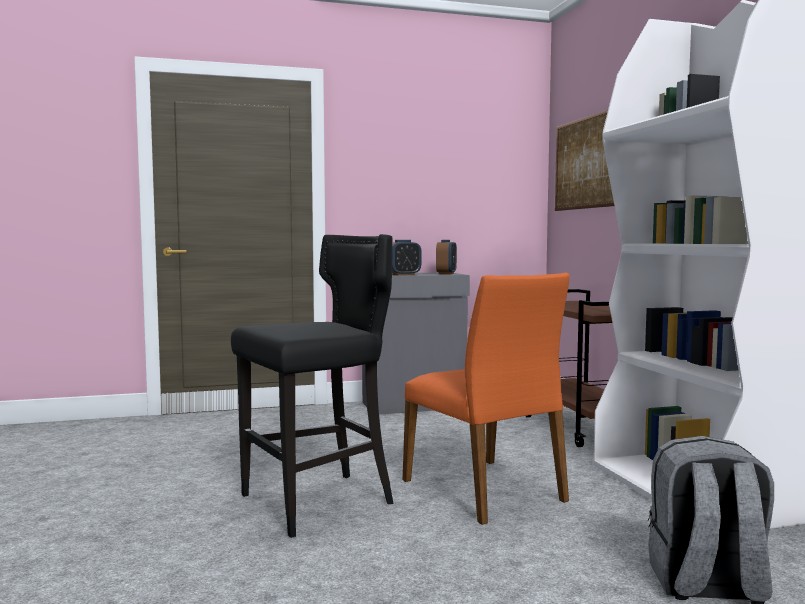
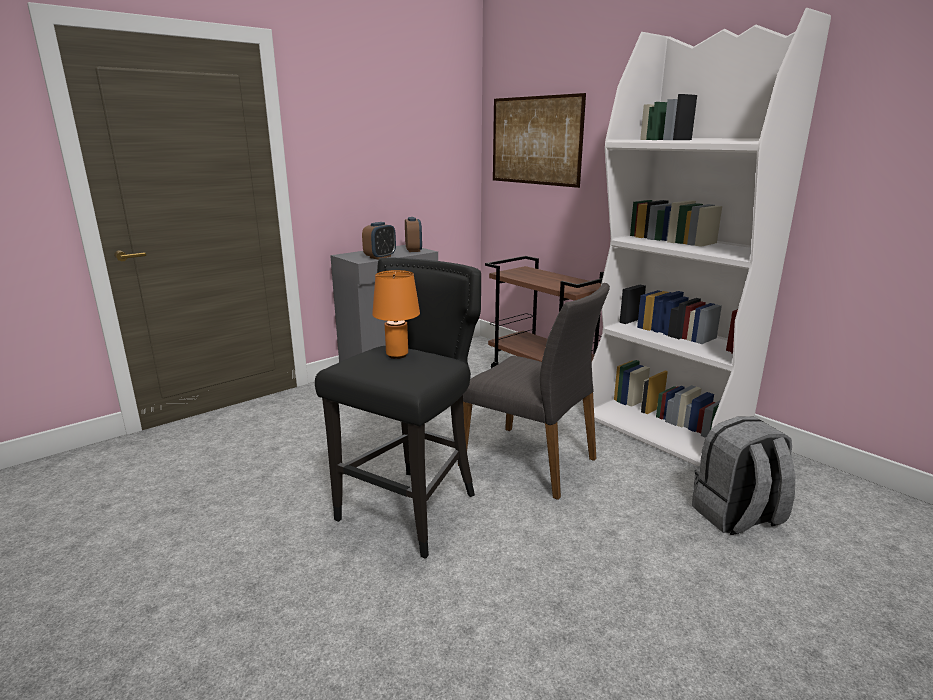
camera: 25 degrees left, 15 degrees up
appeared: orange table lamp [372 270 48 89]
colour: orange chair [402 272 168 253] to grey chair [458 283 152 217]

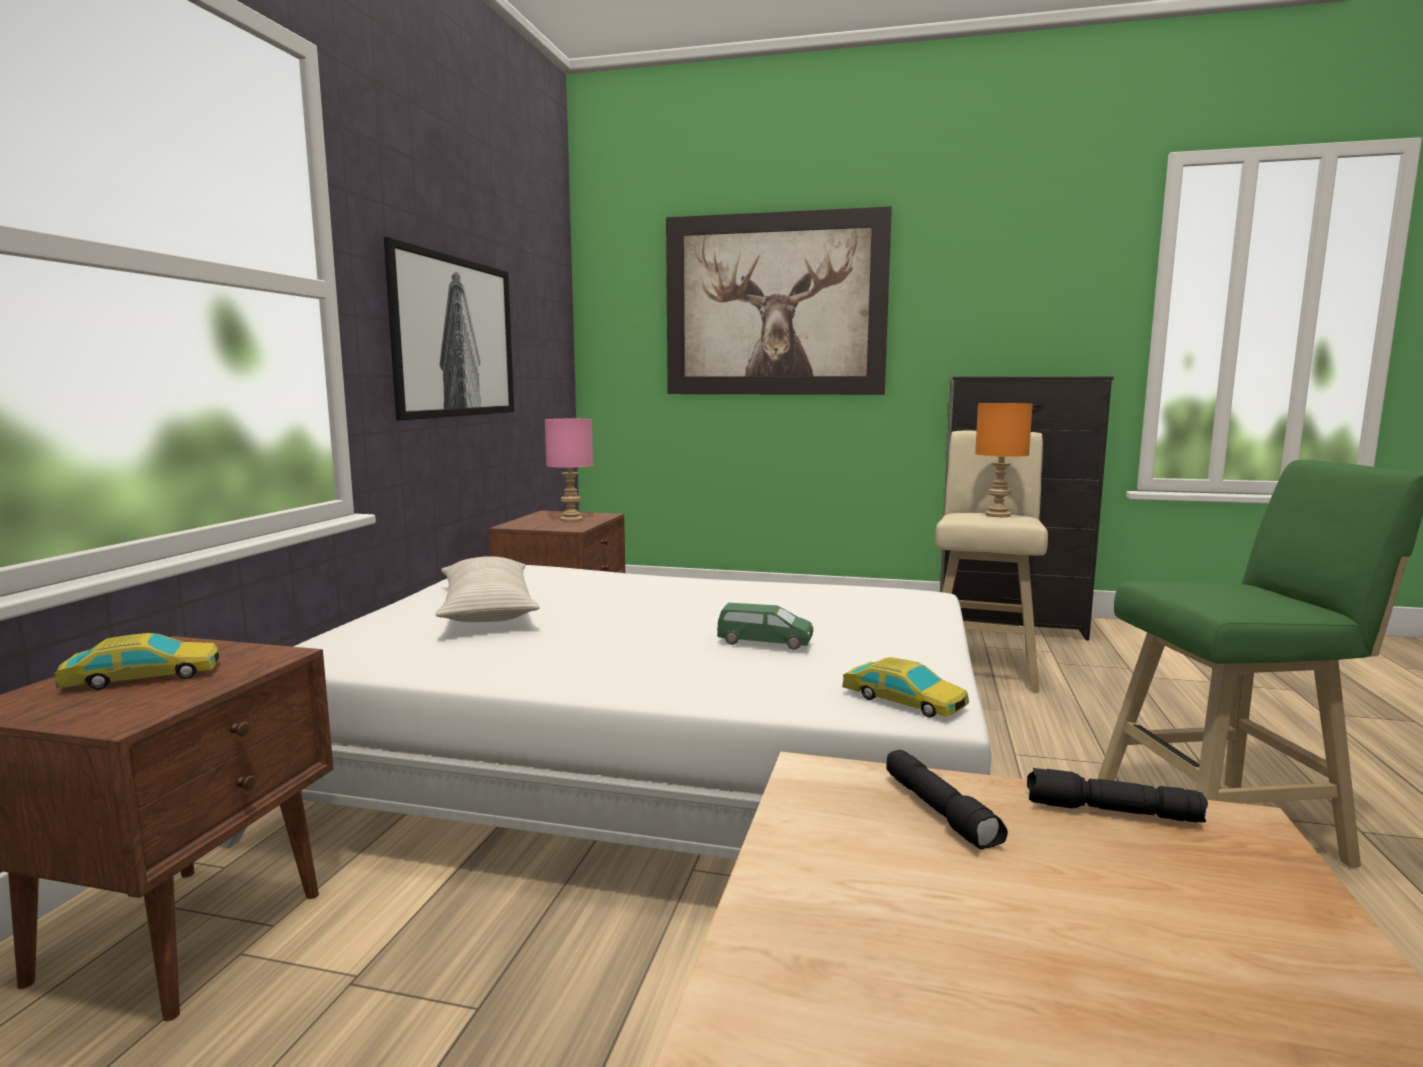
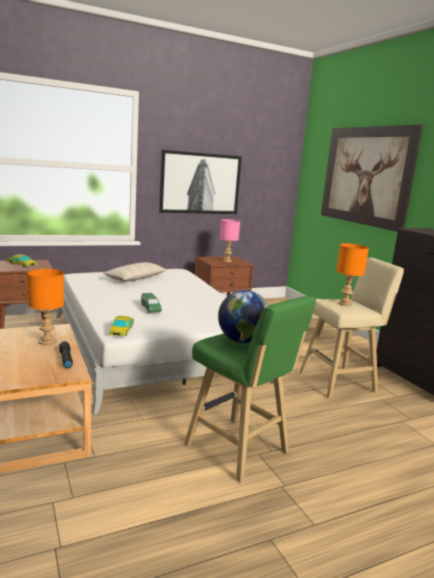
camera: 50 degrees right, 5 degrees up
appeared: globe [218 290 51 53]
exchanged: black flashlight [886 750 122 100] to orange table lamp [27 269 37 76]

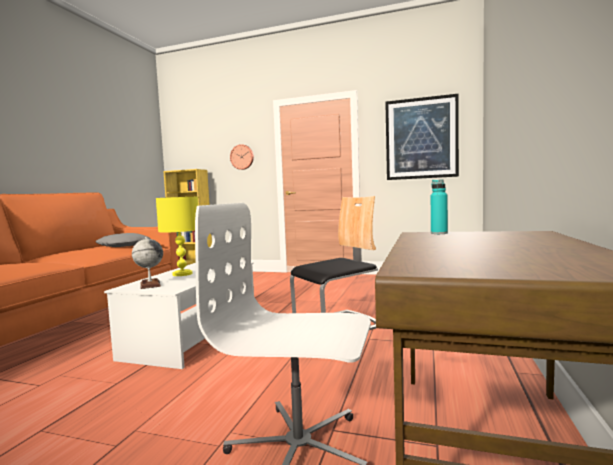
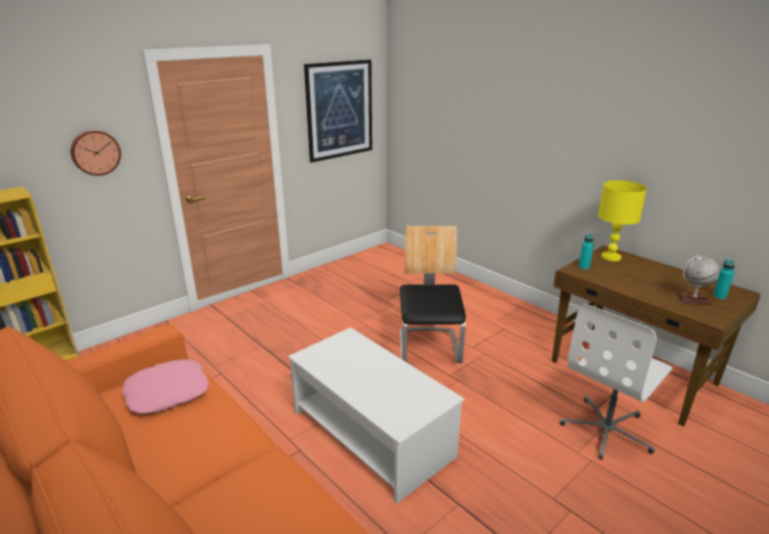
camera: 60 degrees left, 20 degrees up
appeared: turquoise bottle [713 260 22 40]
relocated: globe [132 237 31 52] to [676 255 43 50]; yellow table lamp [156 197 42 79] to [598 180 49 81]
colour: grey pillow [95 233 56 14] to pink pillow [122 359 87 55]

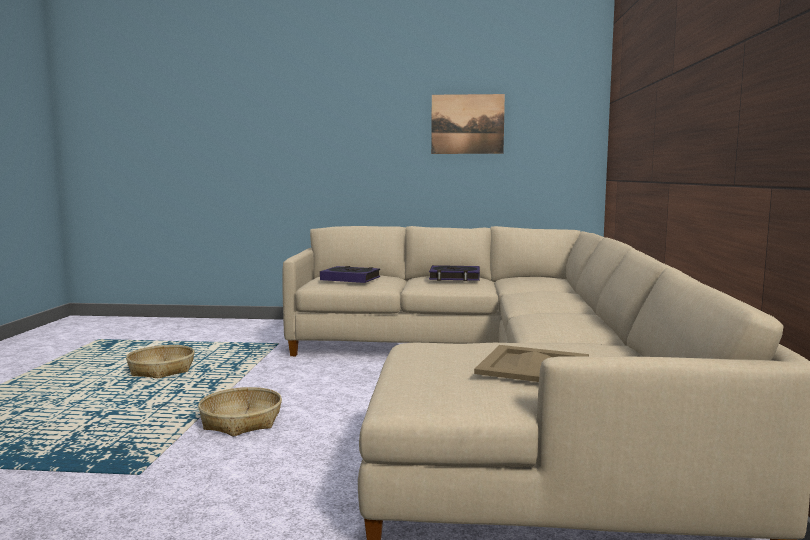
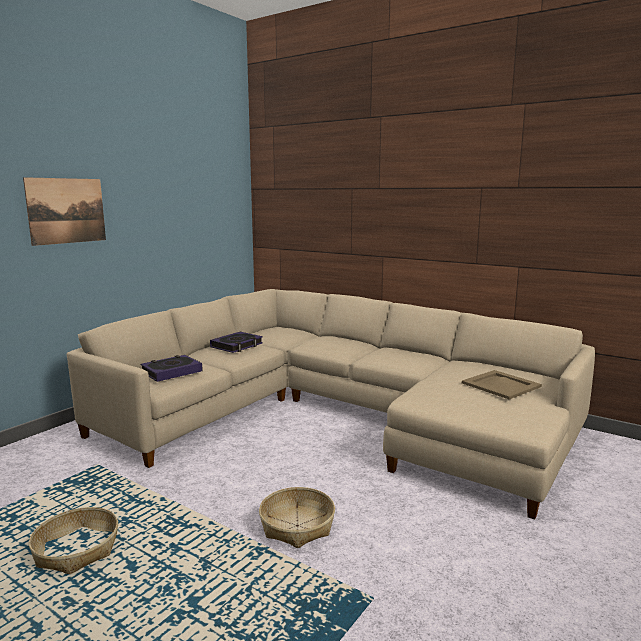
camera: 60 degrees left, 5 degrees up
relocated: picture [431 94 74 60] to [23 177 83 69]

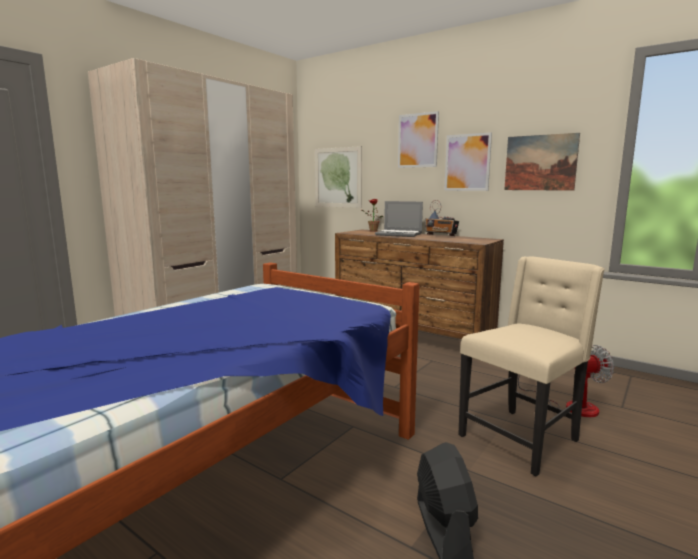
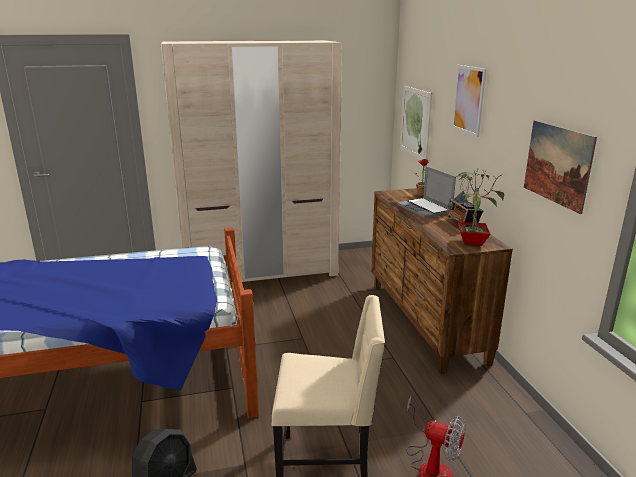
camera: 40 degrees right, 10 degrees up
missing: picture [444 132 48 59]
appeared: potted plant [454 168 50 78]

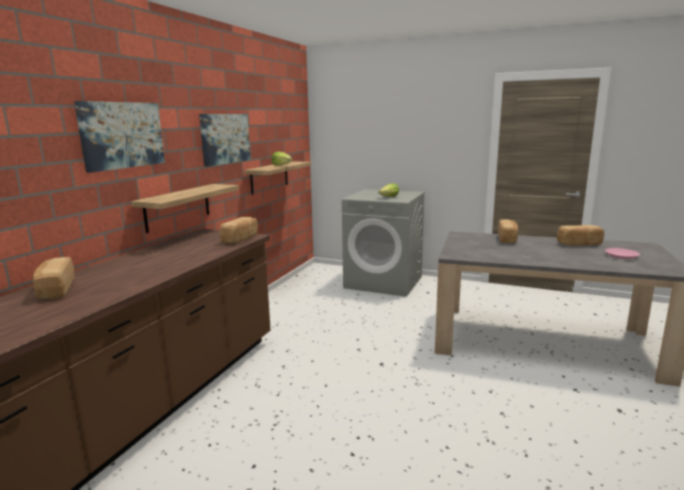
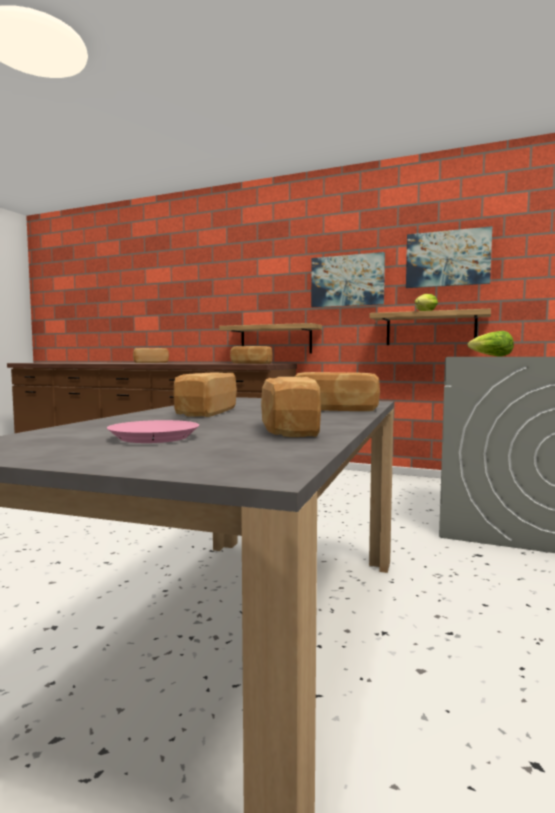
camera: 90 degrees right, 10 degrees down
appeared: bread [173 373 64 44]
relocated: picture [74 101 91 72] to [406 226 86 62]

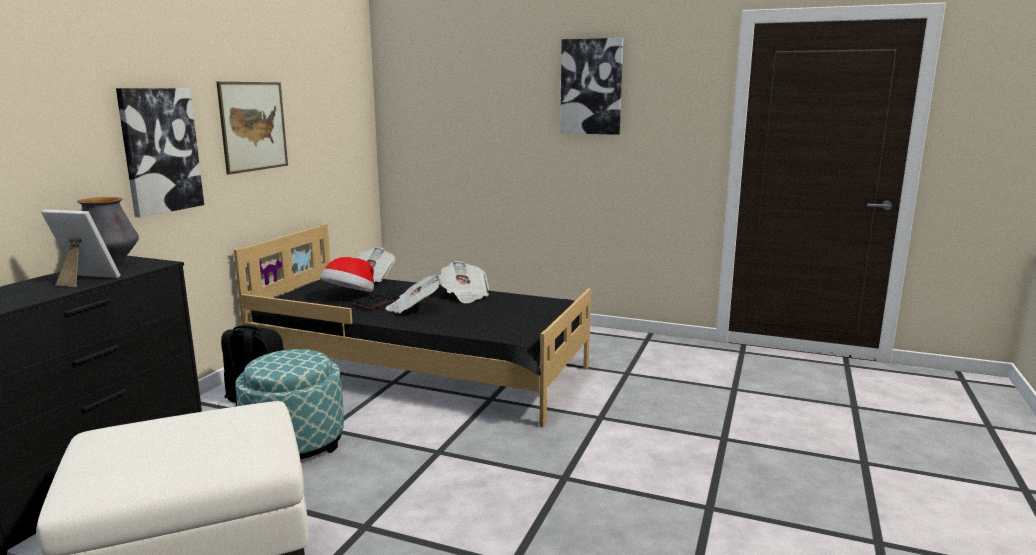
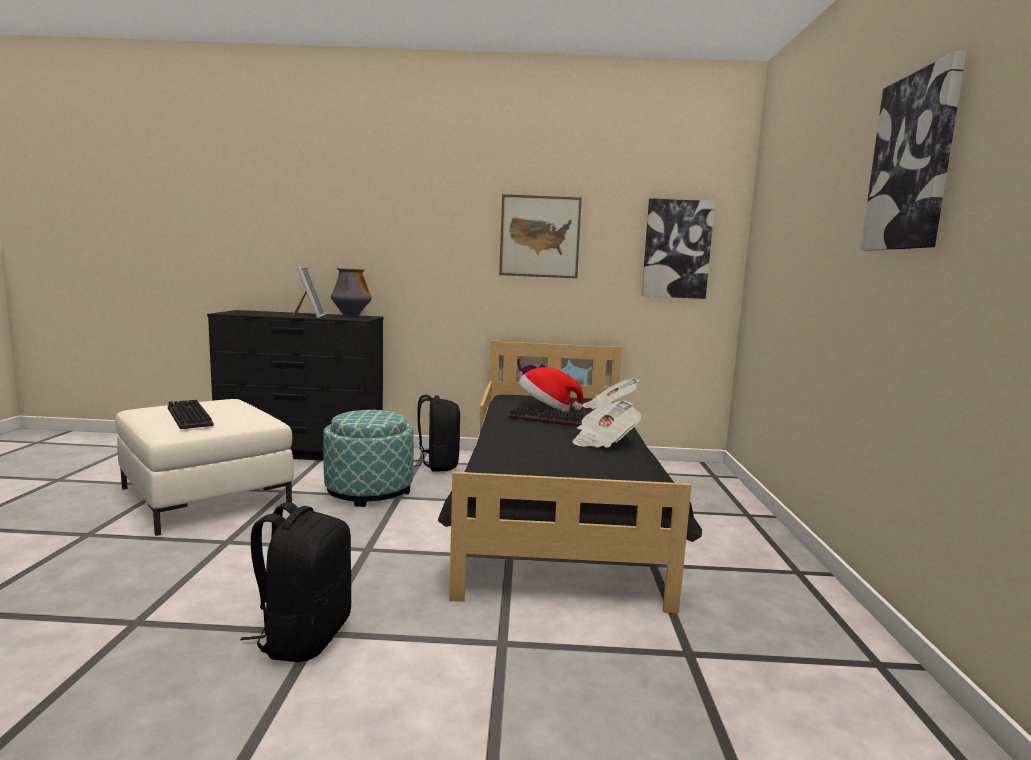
camera: 70 degrees right, 5 degrees down
missing: newspaper [386 275 56 39]
appeared: keyboard [168 400 46 29]; black backpack [240 502 112 160]
relocated: picture [116 88 88 130] to [642 198 73 101]

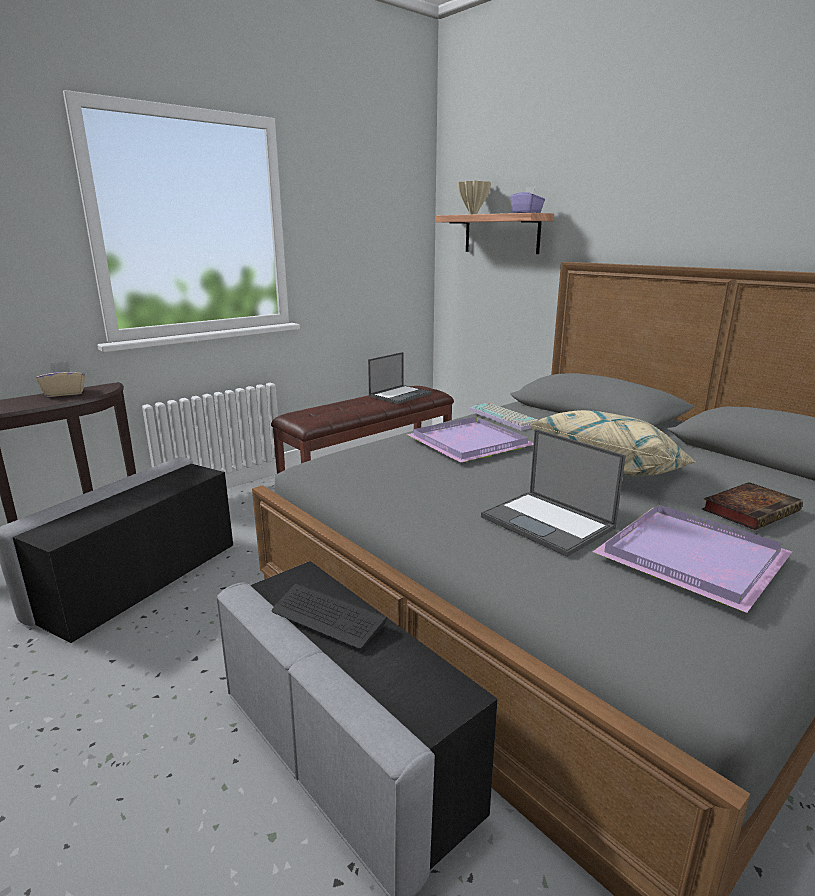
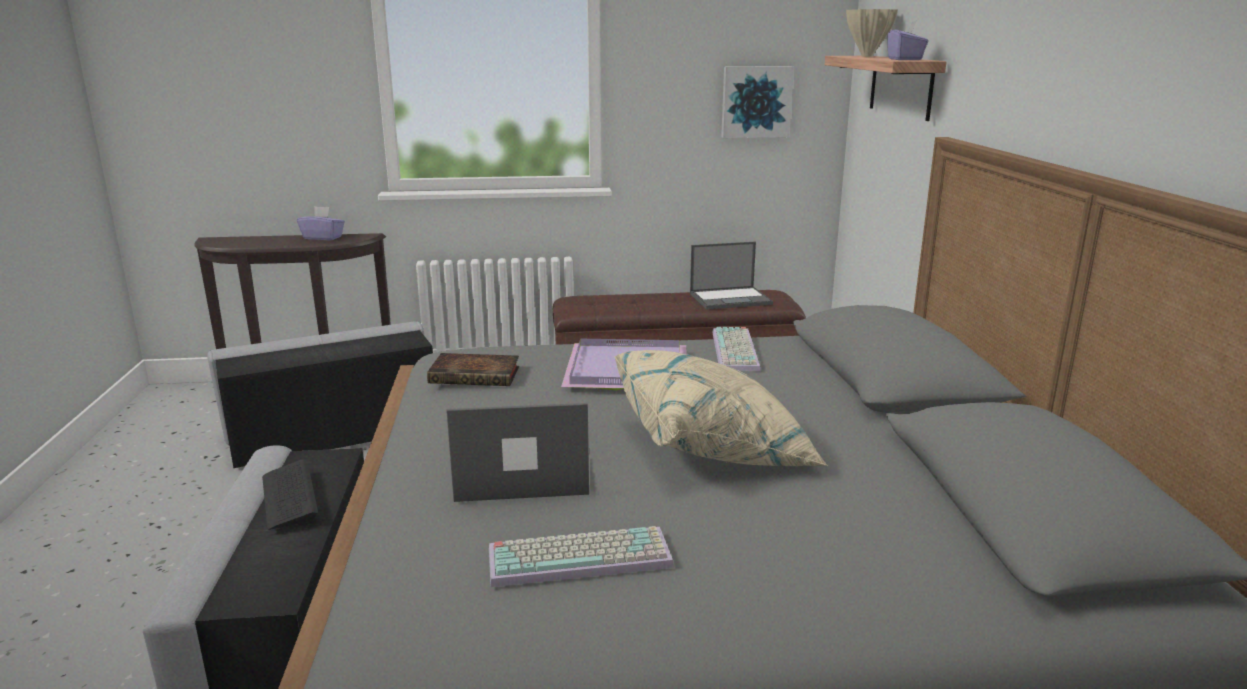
camera: 35 degrees right, 0 degrees up
appeared: picture [721 66 73 72]
relocated: book [702 482 101 48] to [427 353 92 33]
exchanged: purple tray [593 505 199 108] to keyboard [489 526 185 61]
colour: beige tissue box [36 361 49 36] to purple tissue box [297 206 48 34]
spun: laptop [481 429 145 128] = [446 403 143 99] 90 degrees clockwise

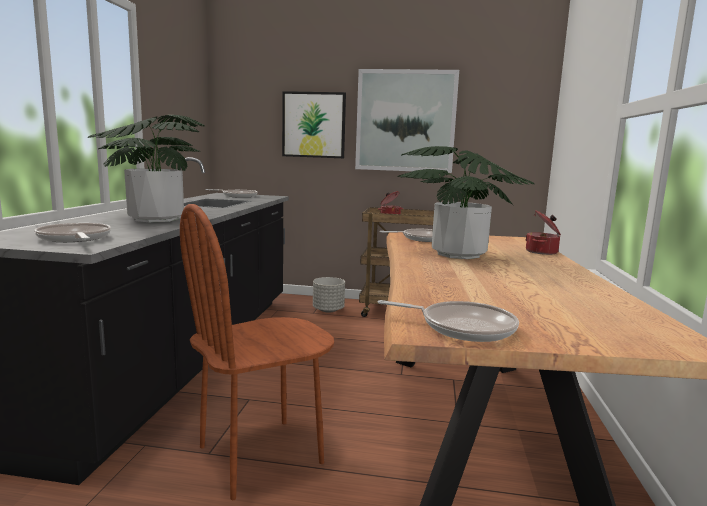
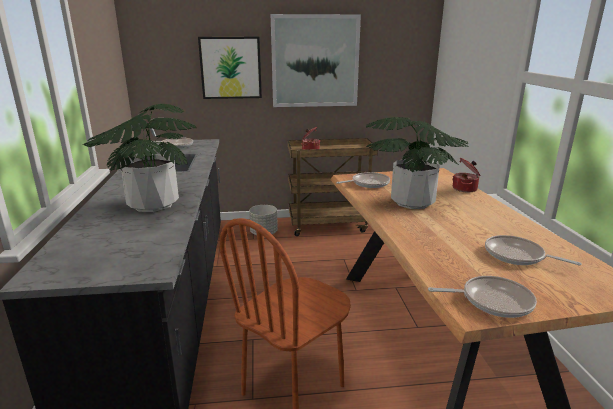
camera: 15 degrees left, 10 degrees up
relocated: frying pan [34 223 77 19] to [485 235 97 31]

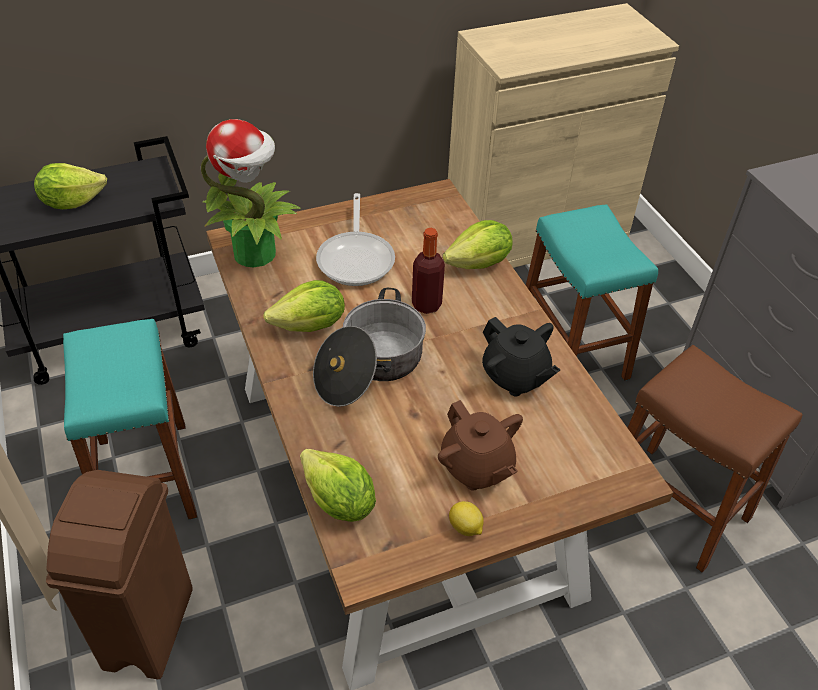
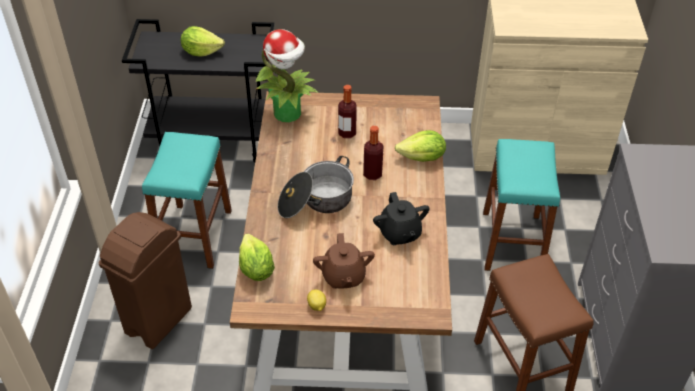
camera: 25 degrees right, 0 degrees up
missing: lettuce [263 280 82 52]
exchanged: frying pan [316 193 79 93] to bottle [338 85 19 53]

